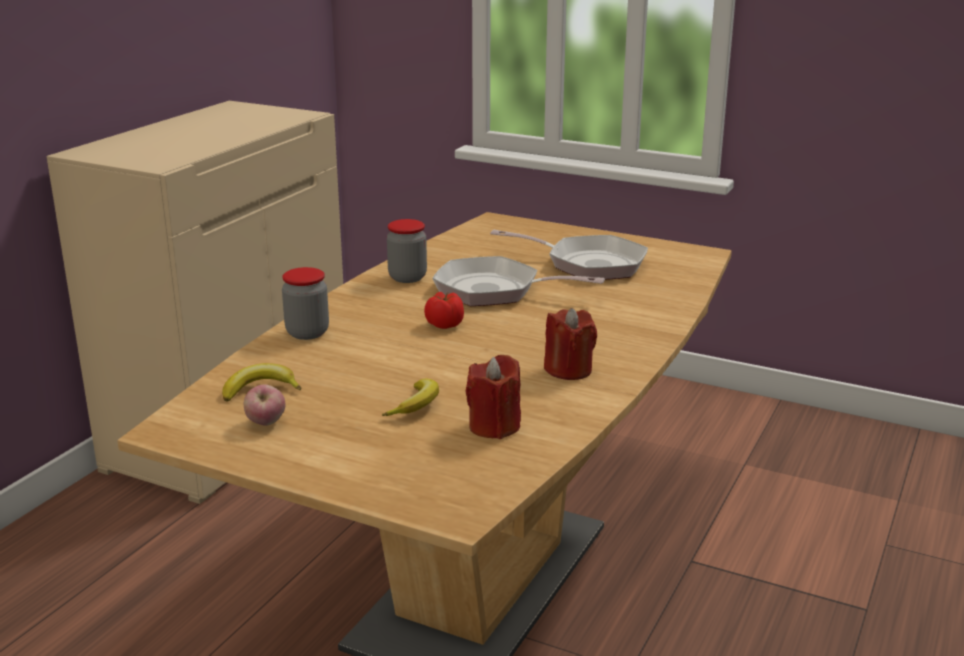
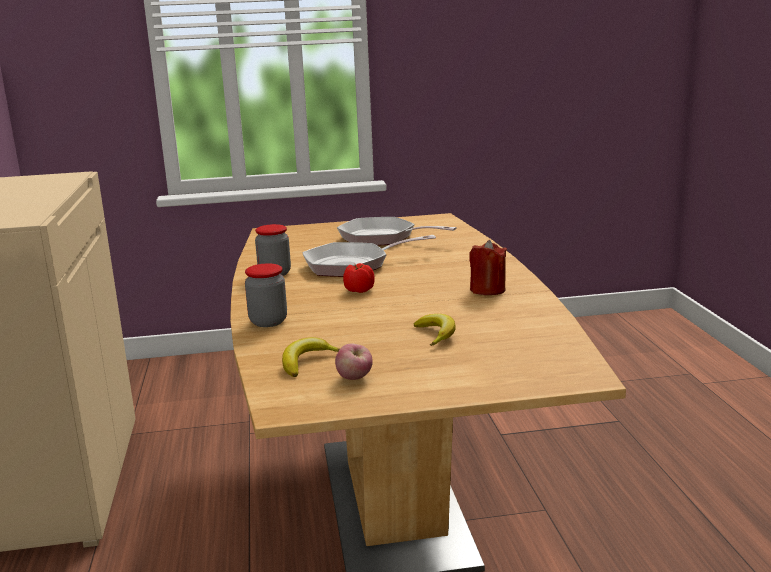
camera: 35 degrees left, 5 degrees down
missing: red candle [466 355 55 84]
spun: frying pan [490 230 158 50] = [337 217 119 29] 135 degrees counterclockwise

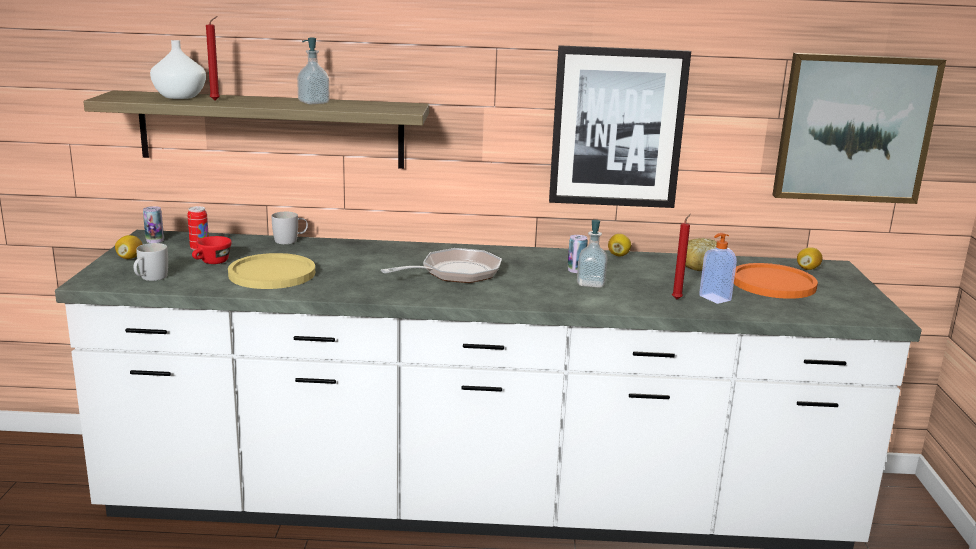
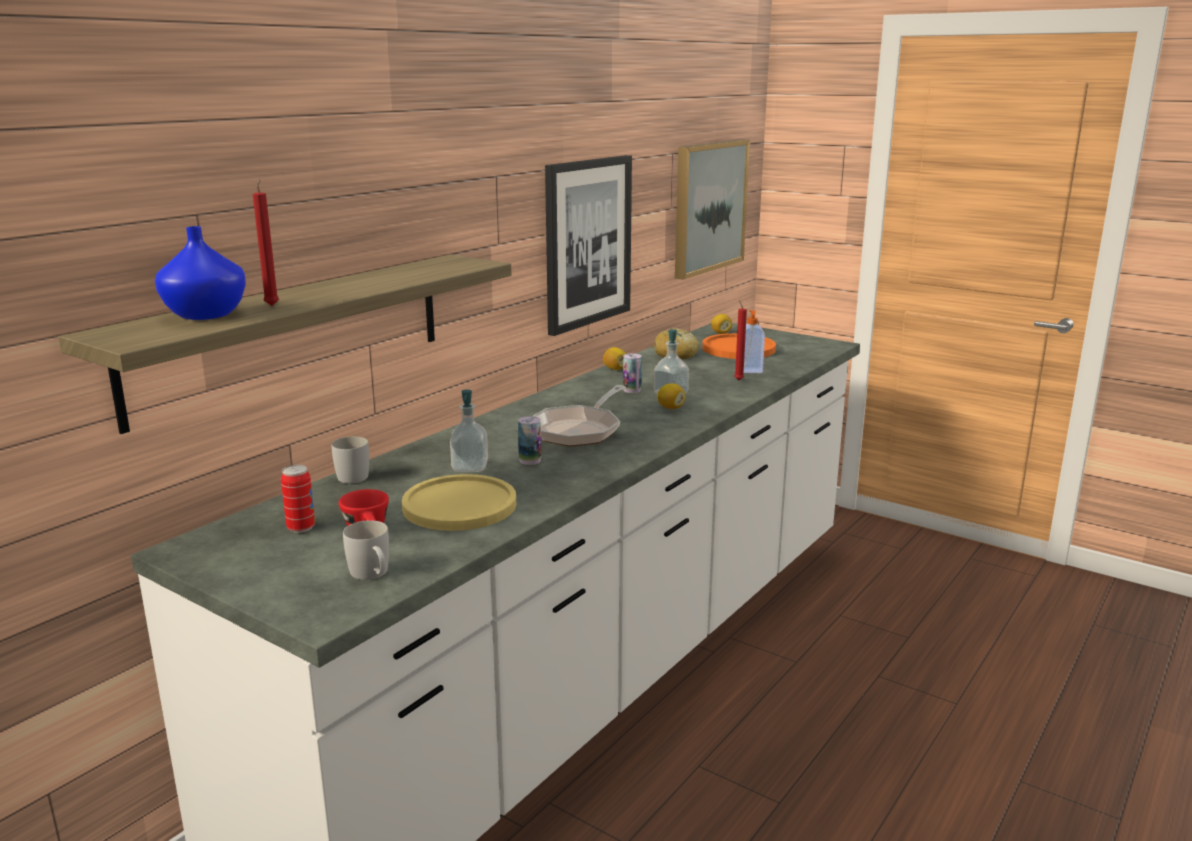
camera: 55 degrees left, 0 degrees up
relocated: lemon [115 235 28 24] to [657 383 29 26]; can [143 206 21 37] to [518 416 23 49]; soap dispenser [297 38 33 66] to [450 389 38 83]
colour: white vase [150 40 56 59] to blue vase [155 226 91 94]
spun: frying pan [381 248 121 35] = [533 385 93 62] 150 degrees counterclockwise

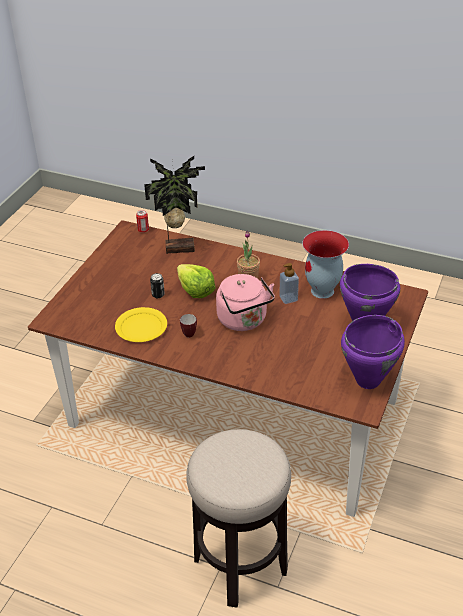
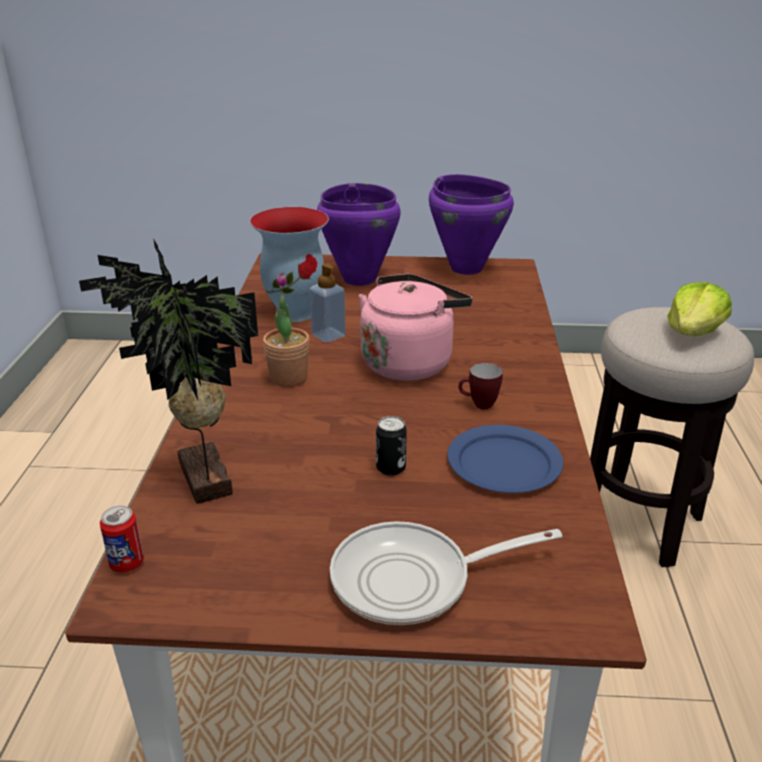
camera: 110 degrees left, 10 degrees down
appeared: frying pan [330 521 232 104]
relocated: lettuce [177 264 38 34] to [667 282 65 54]
colour: yellow plate [115 307 52 35] to blue plate [447 425 116 68]

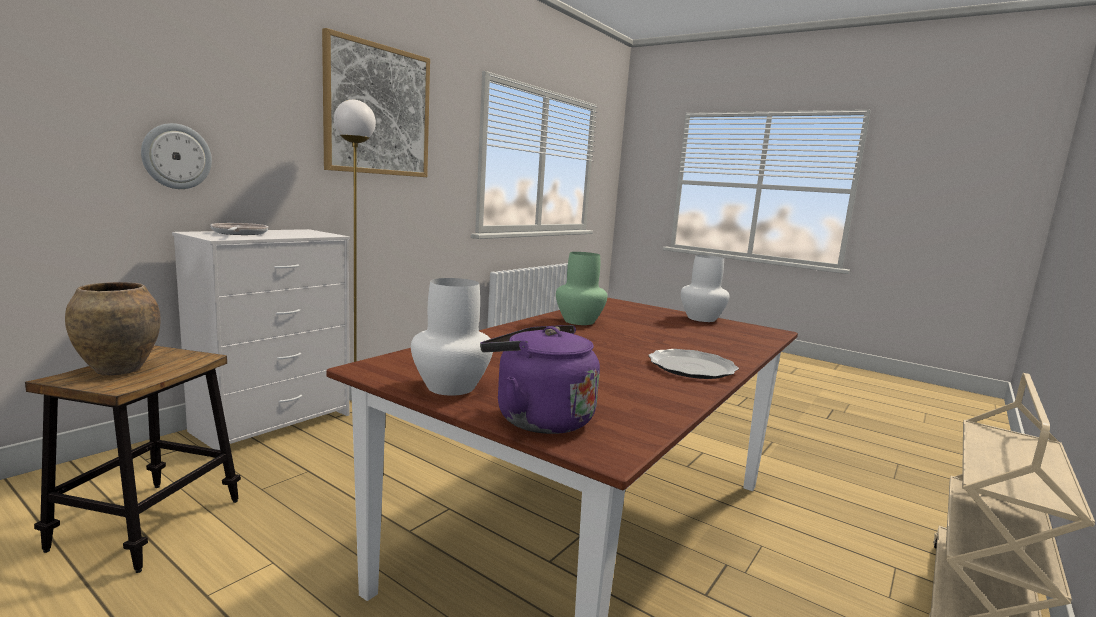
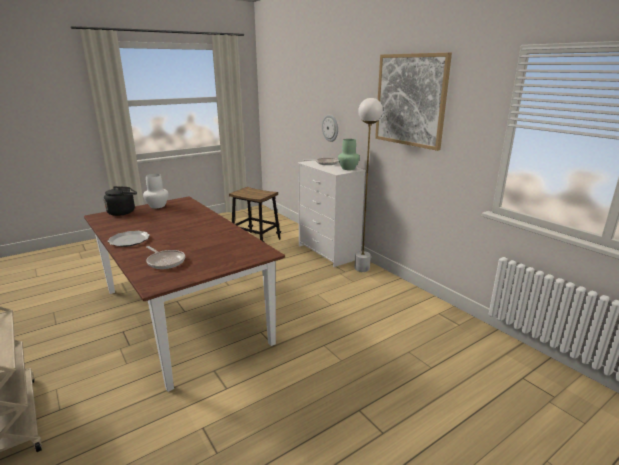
camera: 110 degrees right, 10 degrees up
missing: brown vase [65 282 96 93]; white vase [681 255 49 67]
appeared: frying pan [146 246 39 23]
relocated: green vase [556 252 52 73] to [338 139 22 31]
colour: purple kettle [480 325 120 109] to black kettle [104 186 33 30]

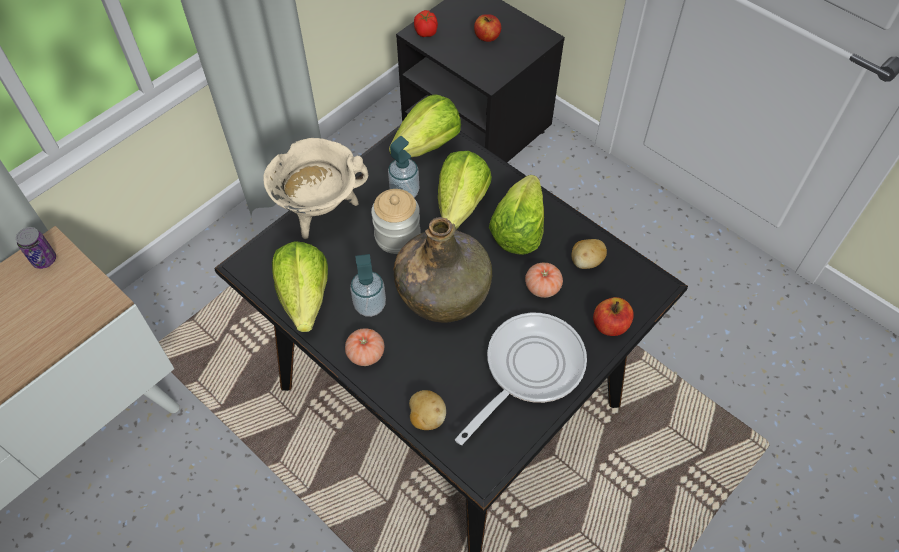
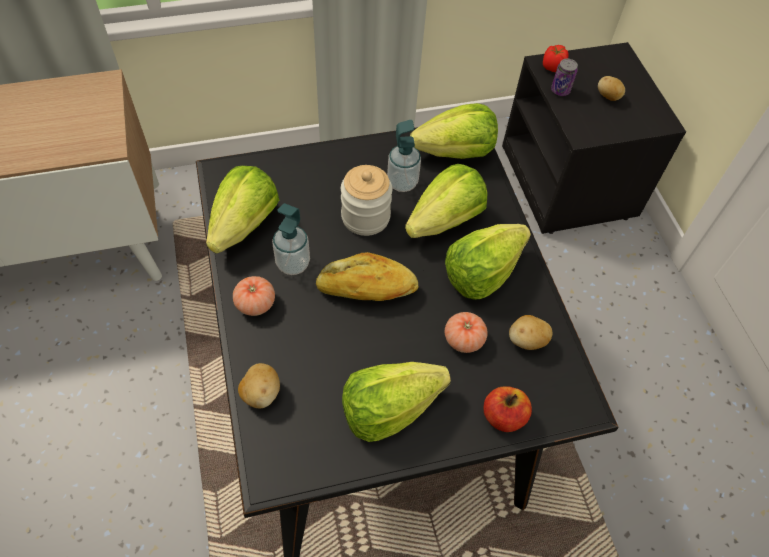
camera: 30 degrees right, 0 degrees up
missing: beige cooking pot [263 138 105 101]
relocated: can [16 227 40 42] to [551 59 27 37]
exchanged: green bottle [394 217 98 106] to bread [316 252 103 49]; frying pan [455 313 132 132] to lettuce [342 362 109 80]; apple [474 14 27 28] to potato [598 76 27 25]

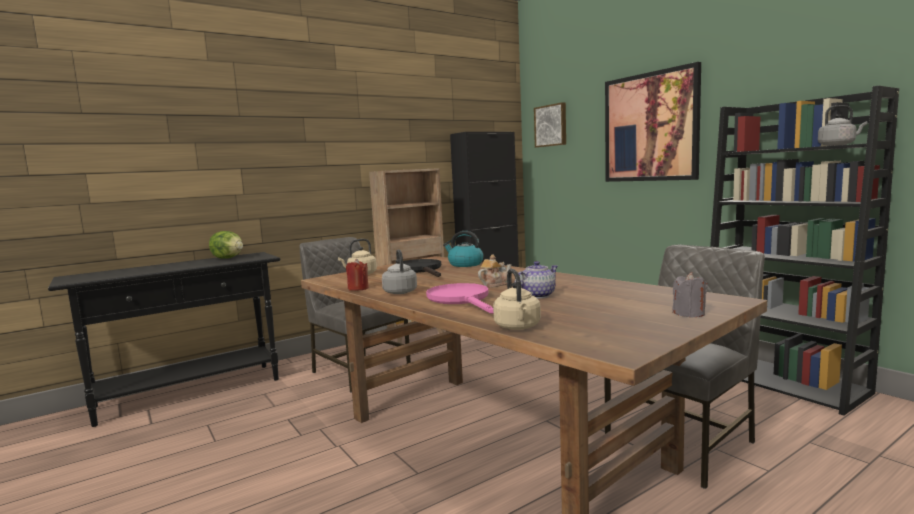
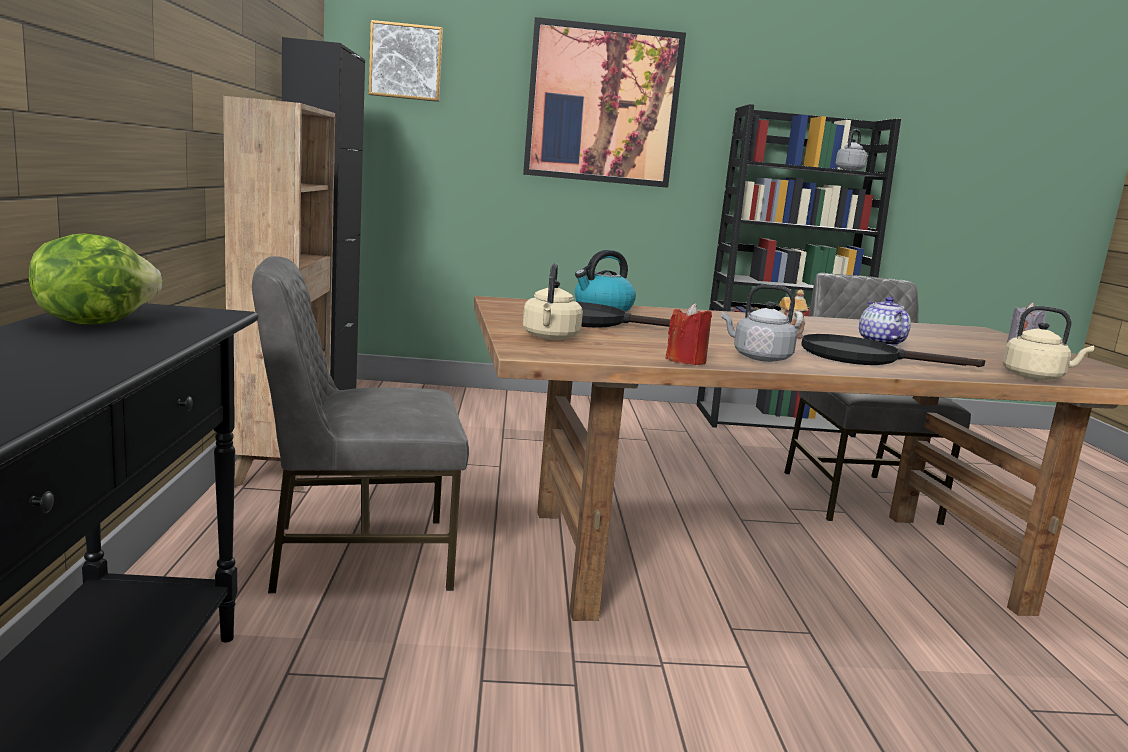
camera: 60 degrees left, 5 degrees up
colour: pink frying pan [426 283 67 31] to black frying pan [801 334 184 33]

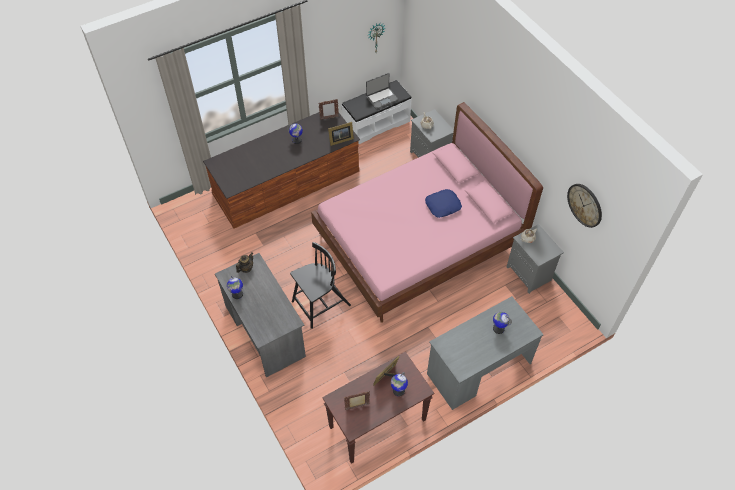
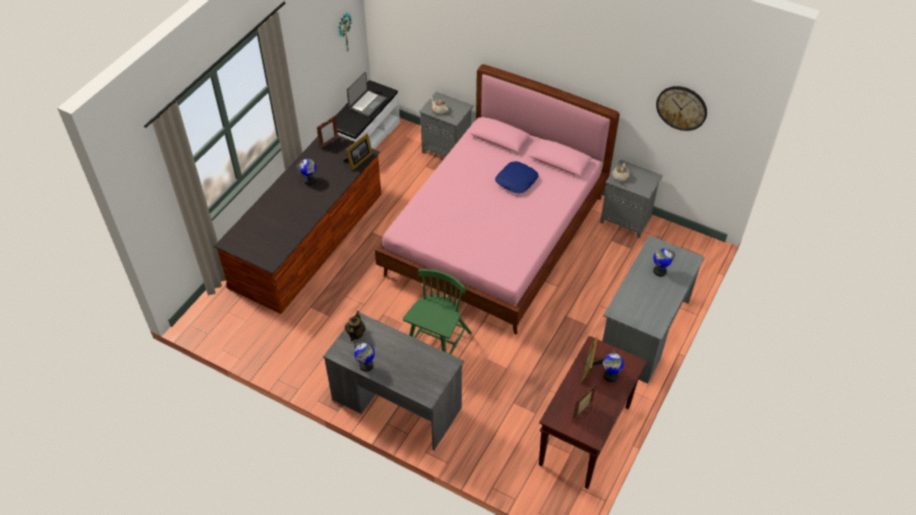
camera: 30 degrees left, 5 degrees down
colour: black chair [290 242 61 87] to green chair [403 269 69 86]

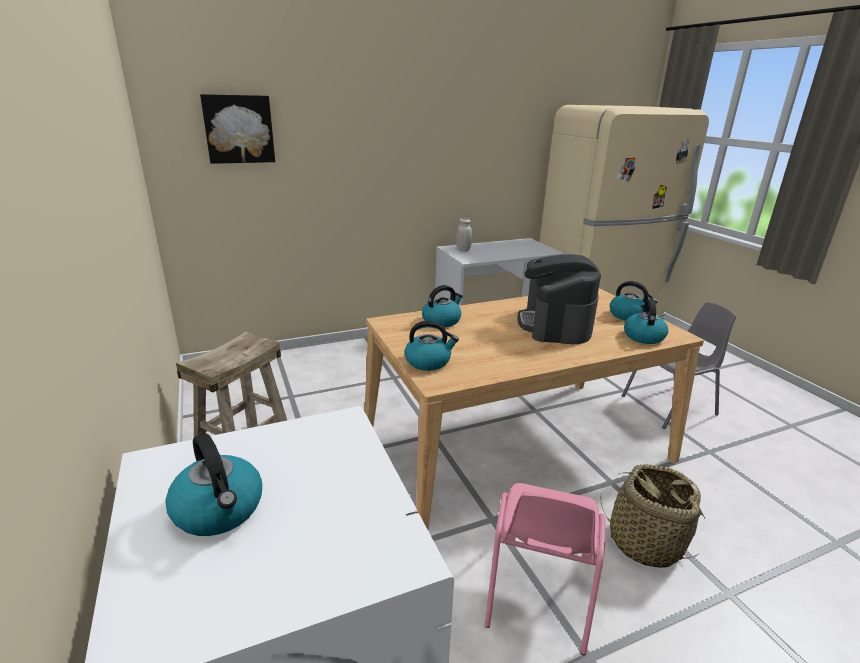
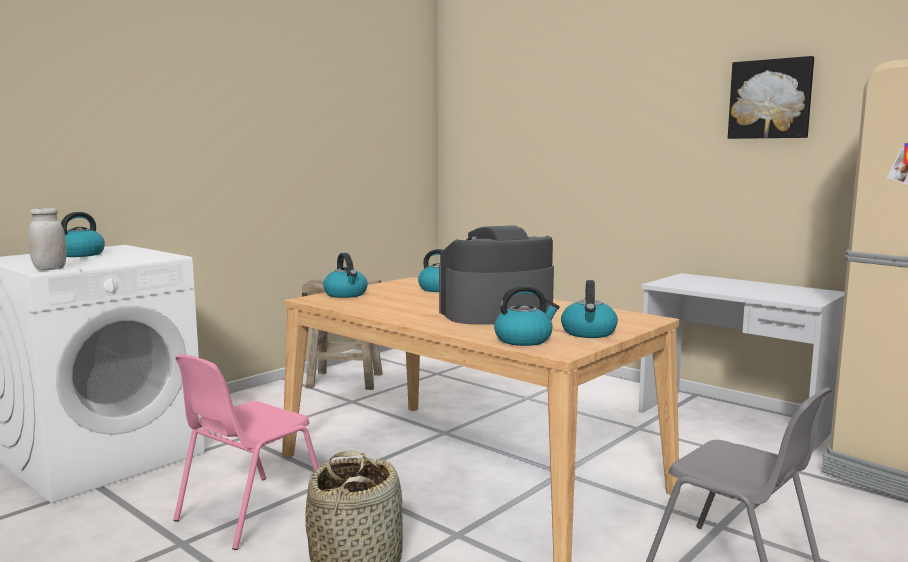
camera: 65 degrees right, 15 degrees down
relocated: picture [200 94 75 70] to [728 56 86 83]; white jar [456 218 16 34] to [28 208 39 62]
spun: pink chair [485 483 120 172] = [174 354 145 196] 45 degrees counterclockwise

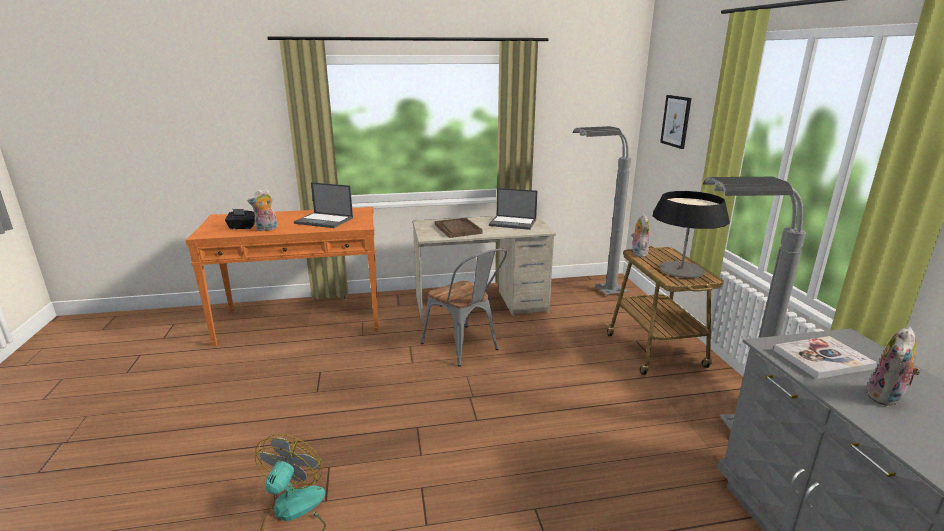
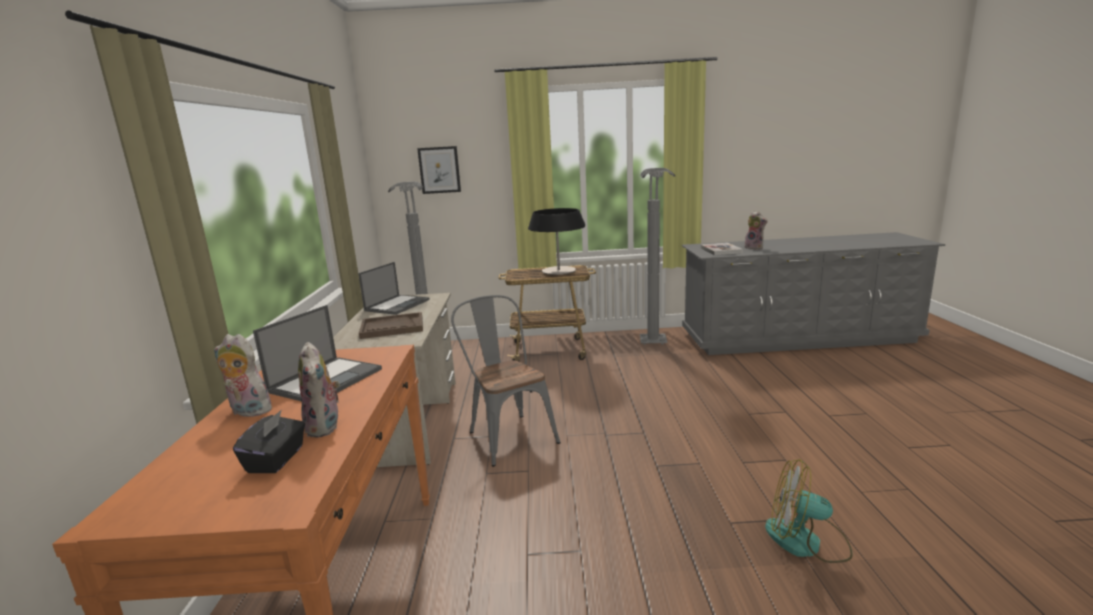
camera: 80 degrees left, 5 degrees down
relocated: plush toy [631 214 18 43] to [214 334 61 83]
spun: grey chair [421 248 86 119] = [451 295 110 172] 90 degrees counterclockwise

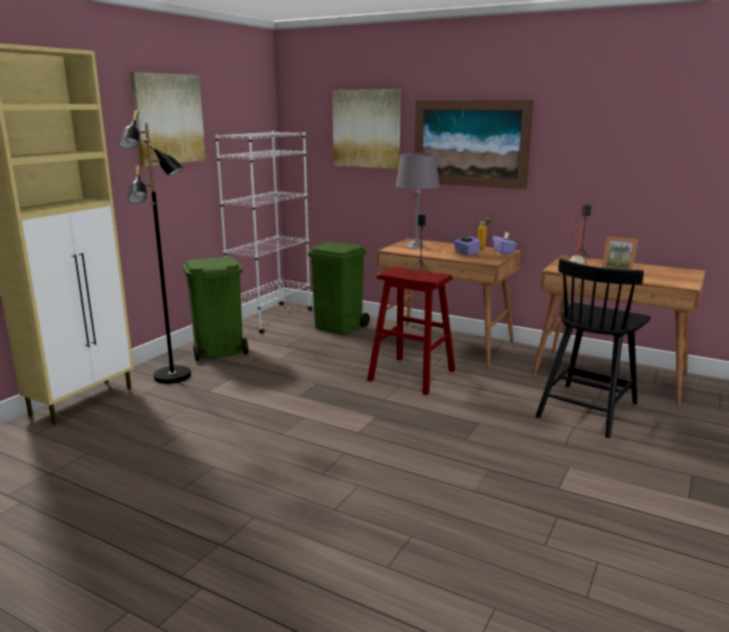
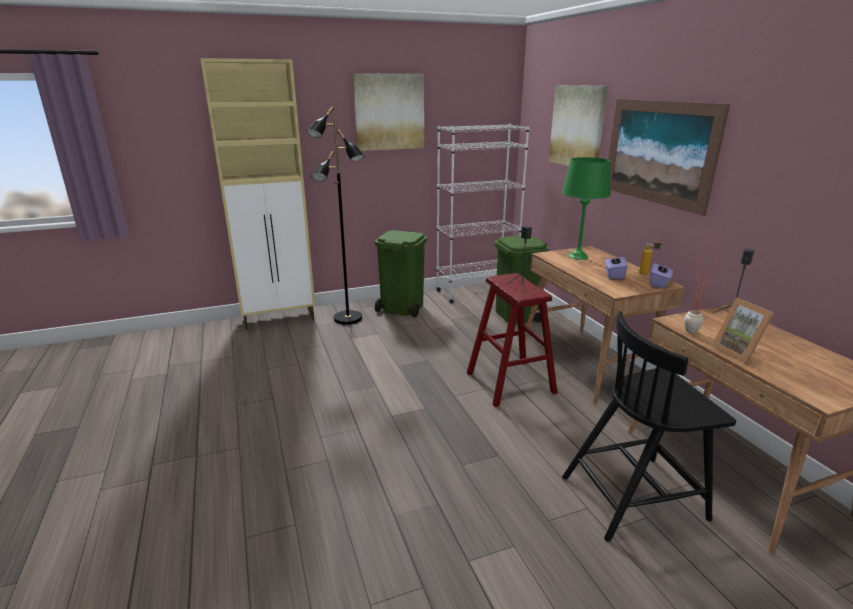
camera: 40 degrees right, 5 degrees up
colour: grey table lamp [396 153 43 96] to green table lamp [562 157 49 103]

